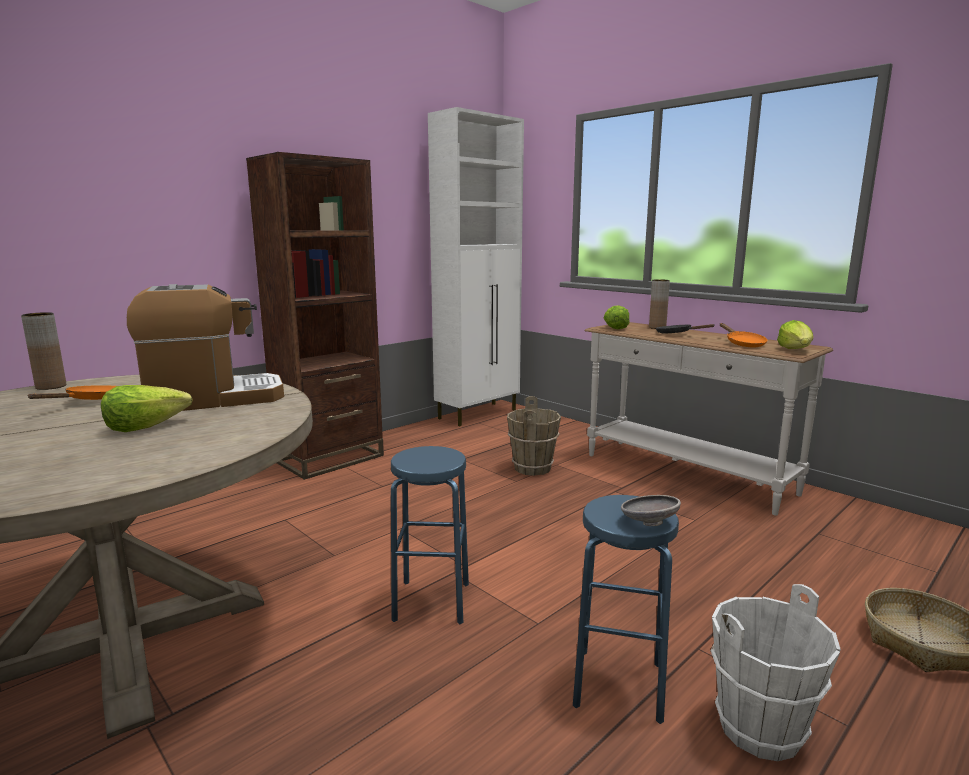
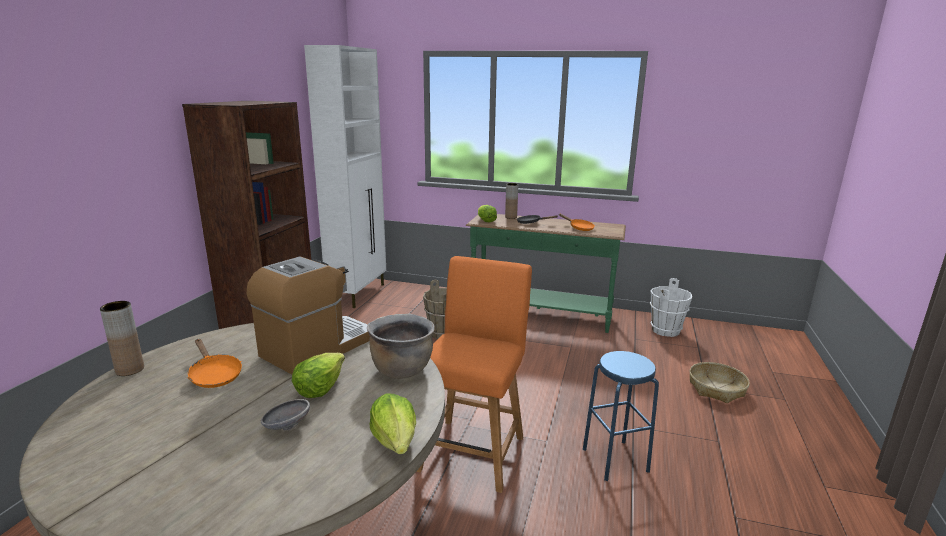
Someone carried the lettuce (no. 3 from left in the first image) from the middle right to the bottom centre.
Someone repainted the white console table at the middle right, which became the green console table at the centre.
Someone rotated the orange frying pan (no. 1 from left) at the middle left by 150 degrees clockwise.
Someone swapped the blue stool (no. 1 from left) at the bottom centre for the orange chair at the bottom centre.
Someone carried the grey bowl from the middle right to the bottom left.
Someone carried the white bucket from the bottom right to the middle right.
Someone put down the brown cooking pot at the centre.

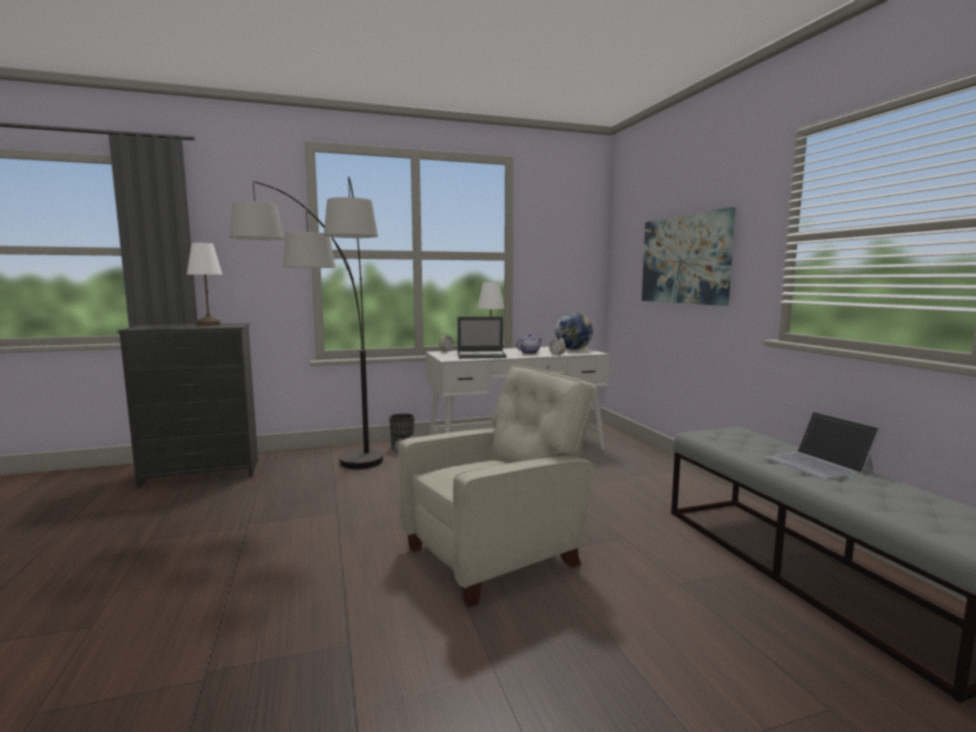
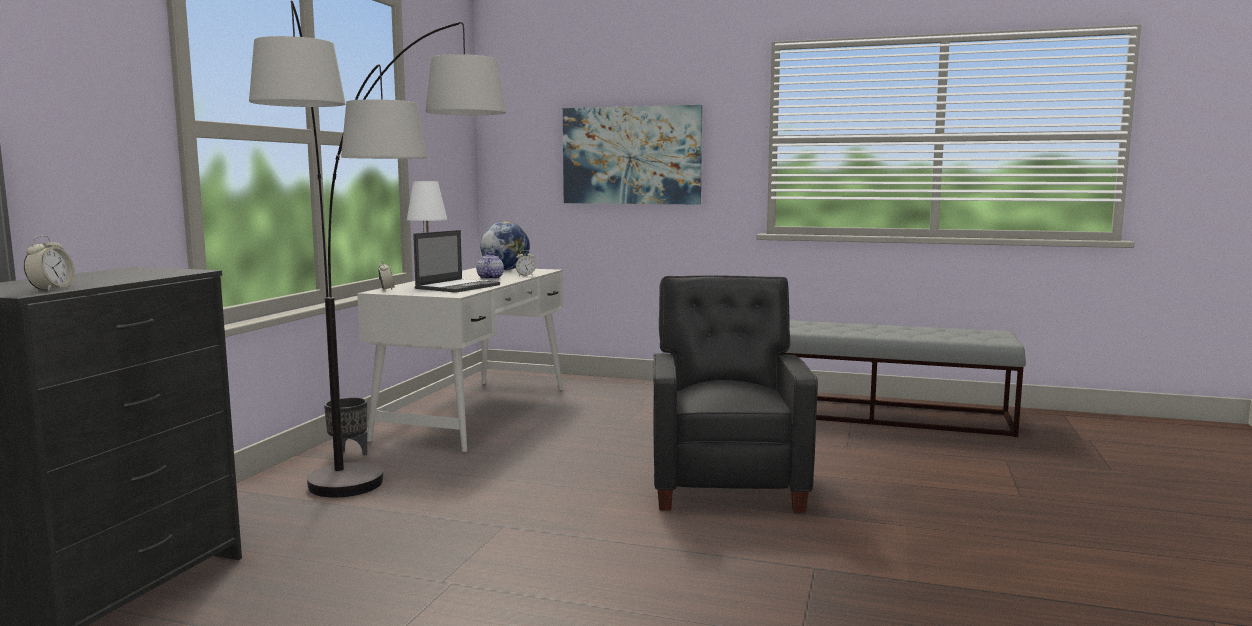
Someone took away the white table lamp (no. 1 from left) at the middle left.
Someone repainted the beige armchair at the centre, which became the black armchair at the centre.
Someone took away the laptop (no. 2 from left) at the middle right.
Someone put down the alarm clock (no. 1 from left) at the middle left.

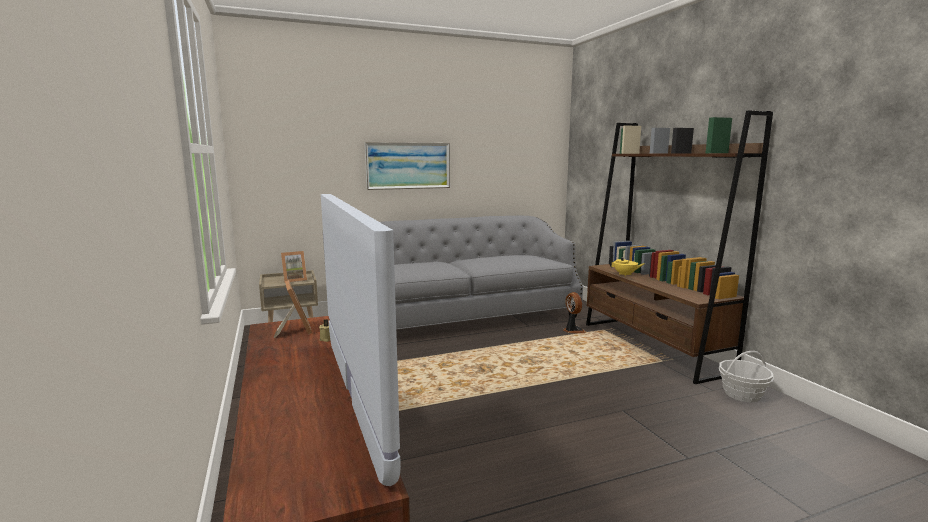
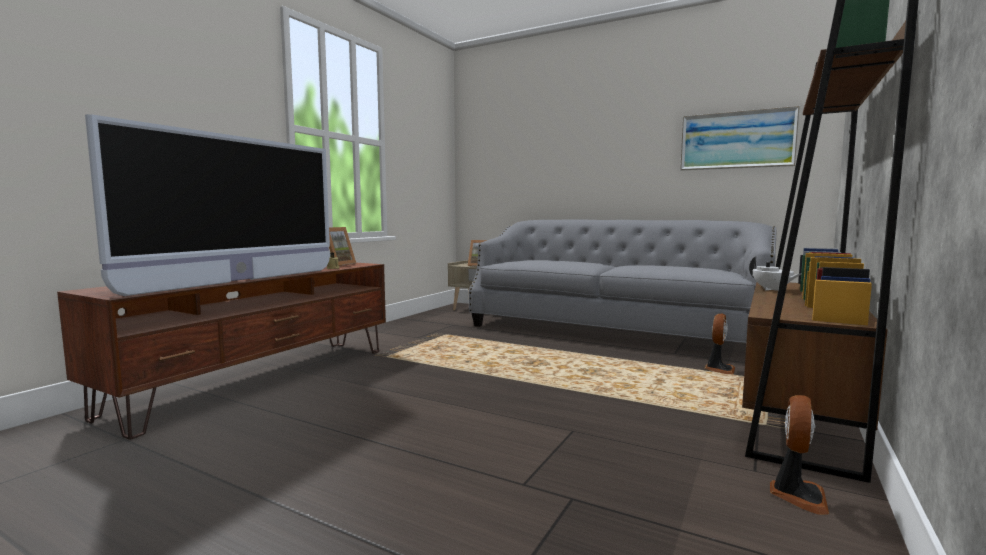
Someone carried the picture from the top centre to the top right.
Someone repainted the yellow teapot at the middle right, which became the white teapot at the middle right.
Someone swapped the basket at the bottom right for the fan (no. 2 from left) at the bottom right.

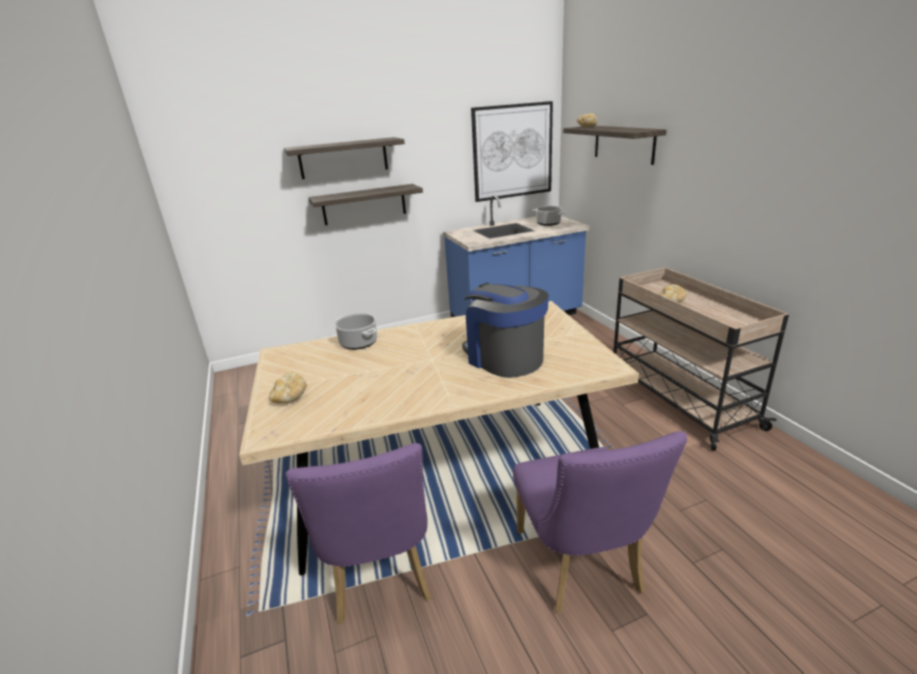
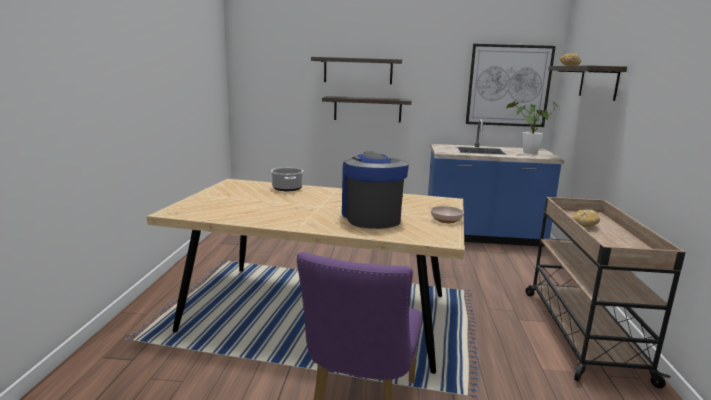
Someone swapped the cooking pot (no. 2 from left) at the top centre for the potted plant at the top right.
Someone took away the bread (no. 1 from left) at the middle left.
Someone took away the purple chair (no. 1 from left) at the bottom centre.
Someone put down the bowl at the centre.

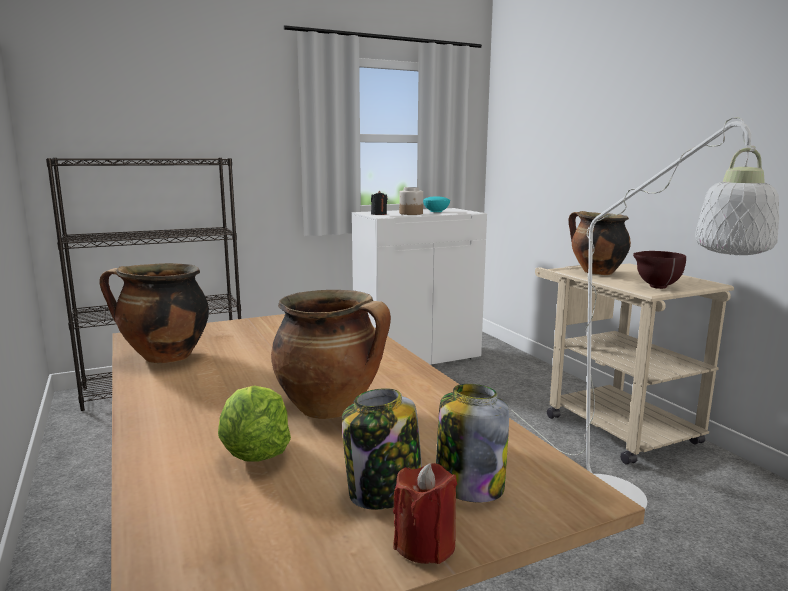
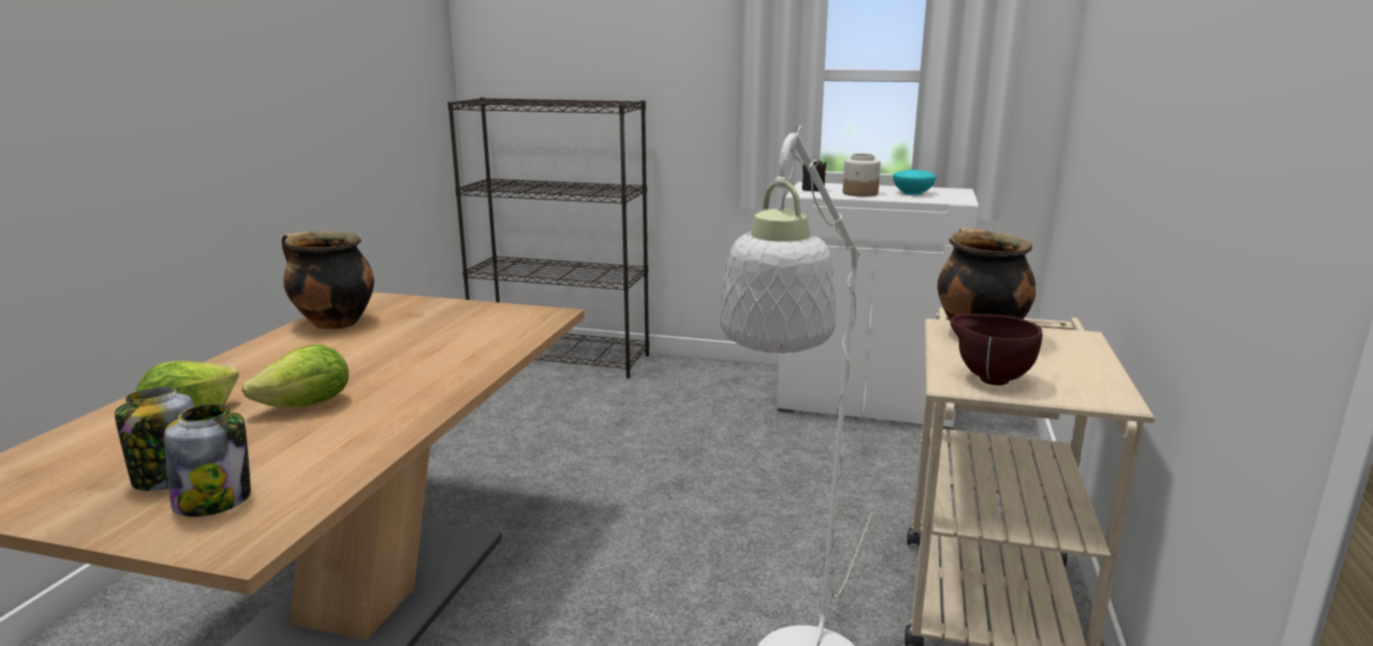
Someone swapped the cooking pot (no. 2 from left) at the centre for the lettuce (no. 2 from left) at the middle left.
Someone took away the red candle at the bottom centre.

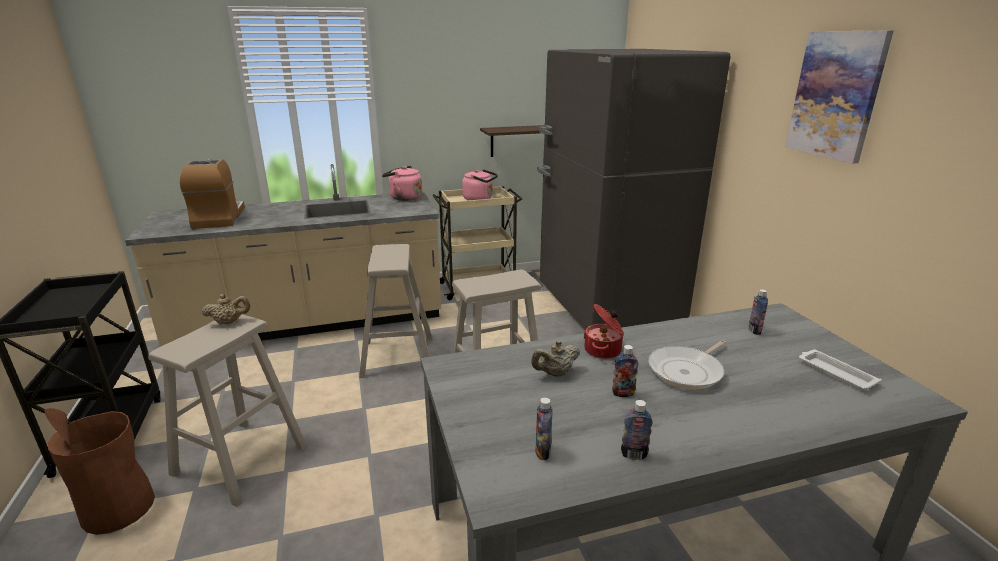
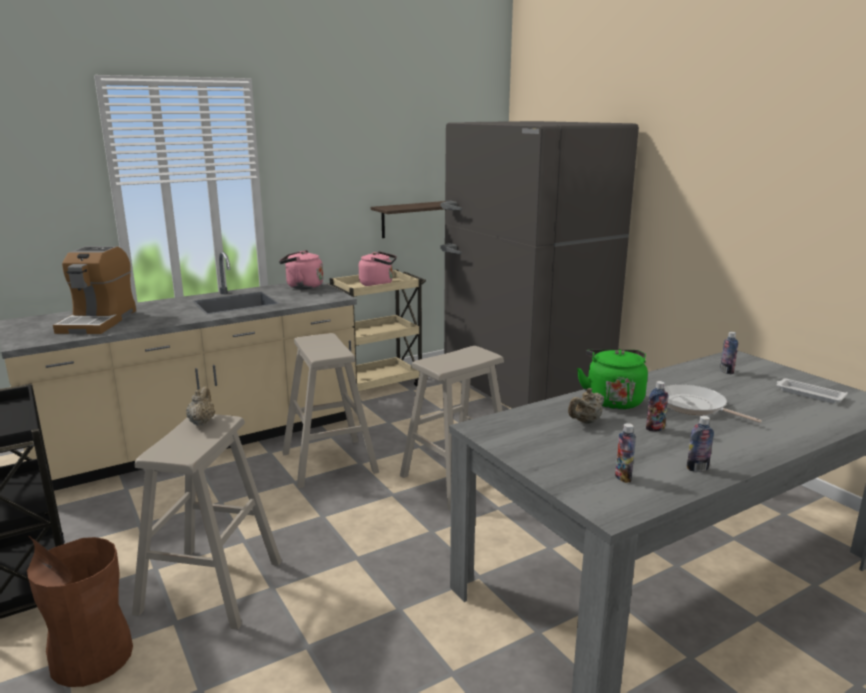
Someone took away the picture at the top right.
Someone rotated the coffee machine at the middle left by 150 degrees counterclockwise.
Someone rotated the beige teapot (no. 1 from left) at the middle left by 60 degrees counterclockwise.
Someone swapped the cooking pot at the centre for the green kettle at the middle right.
Someone rotated the frying pan at the middle right by 105 degrees clockwise.

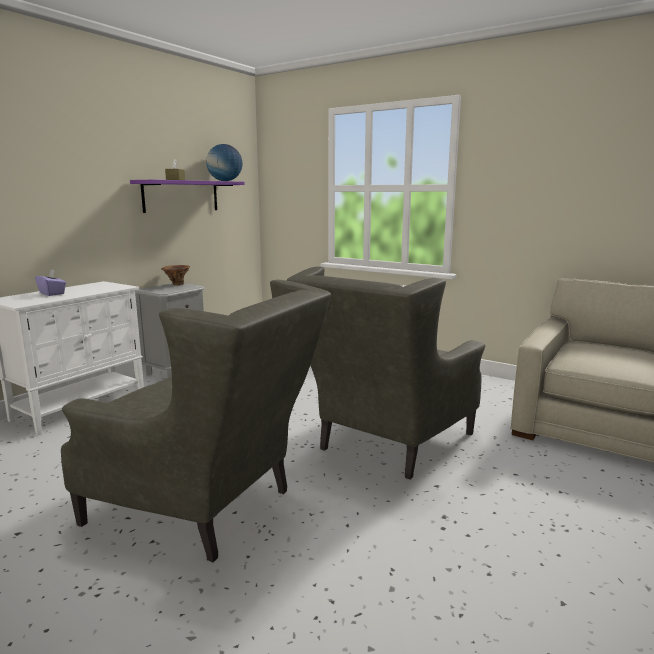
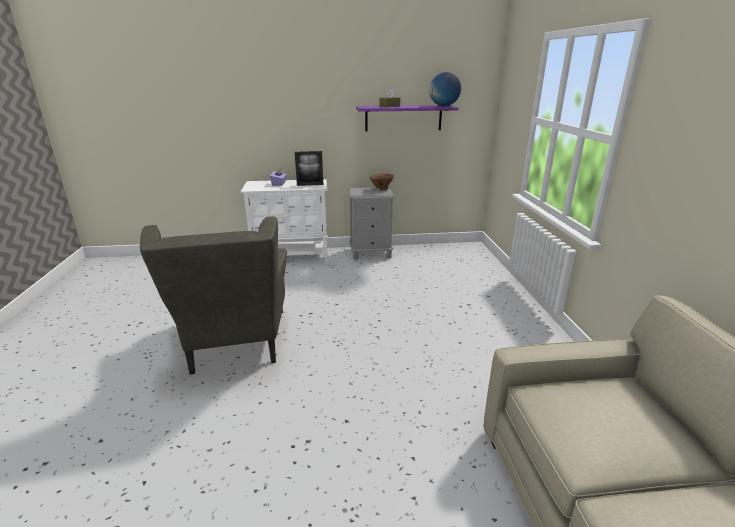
Someone took away the grey armchair (no. 2 from left) at the centre.
Someone put down the picture frame at the top centre.

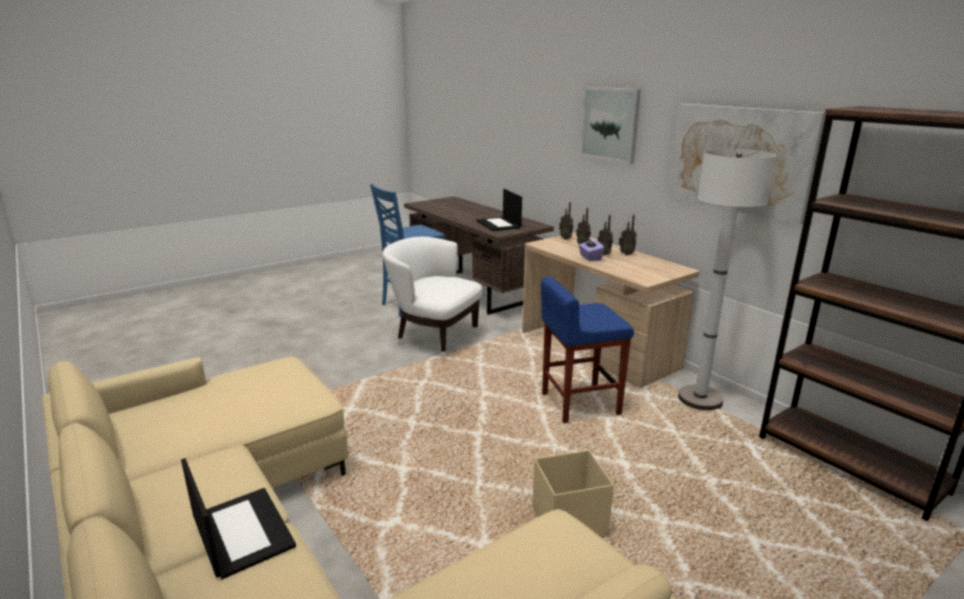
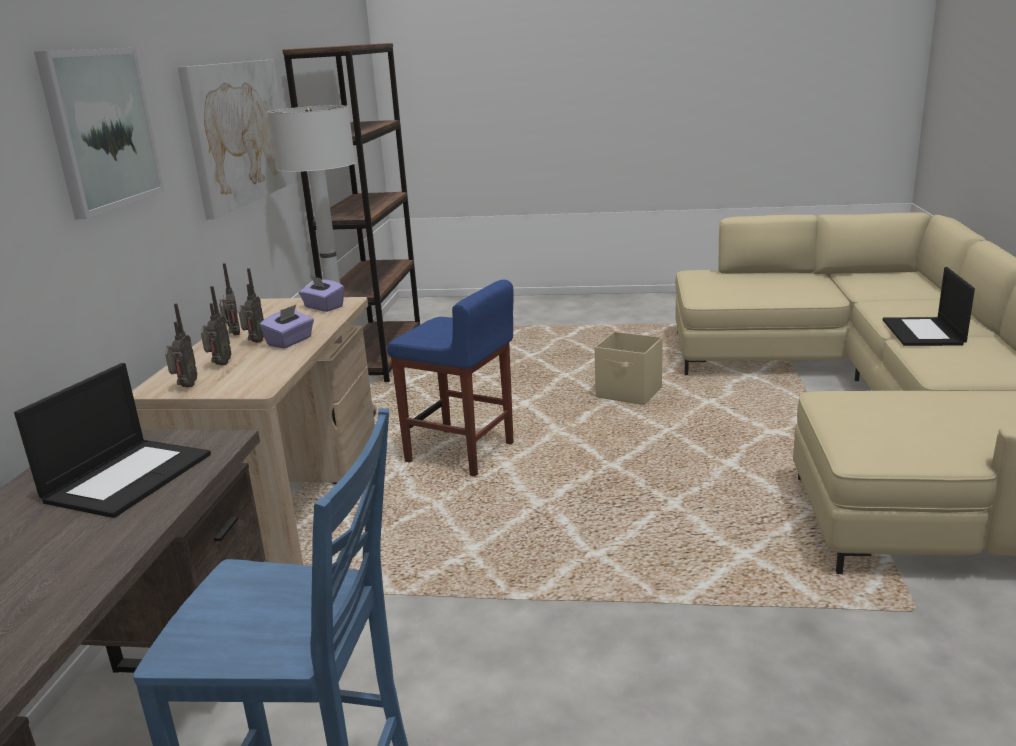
Someone took away the white armchair at the centre.
Someone put down the purple tissue box (no. 2 from left) at the middle left.

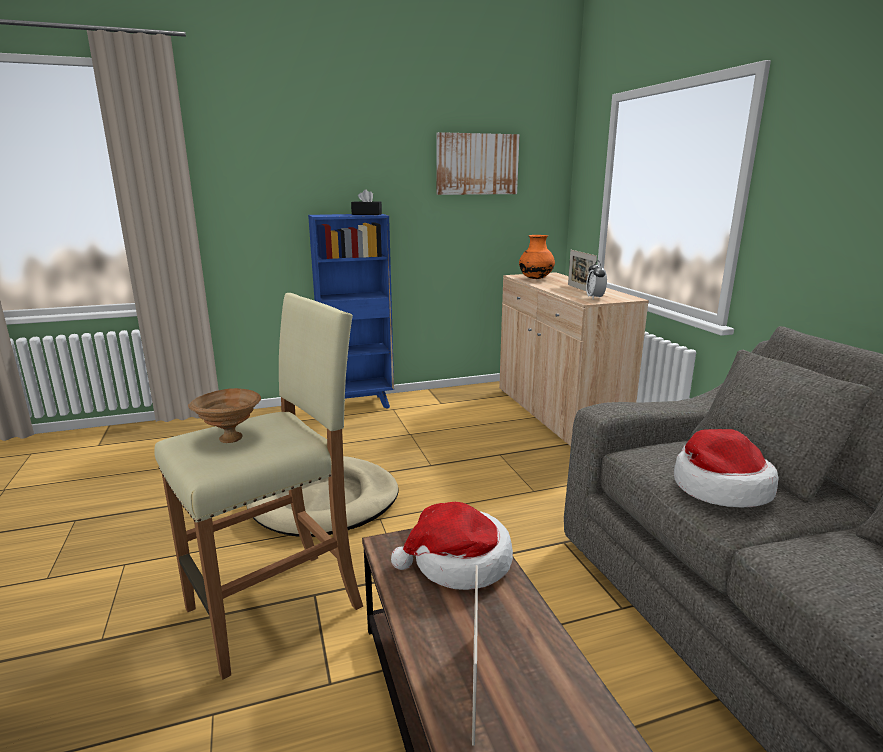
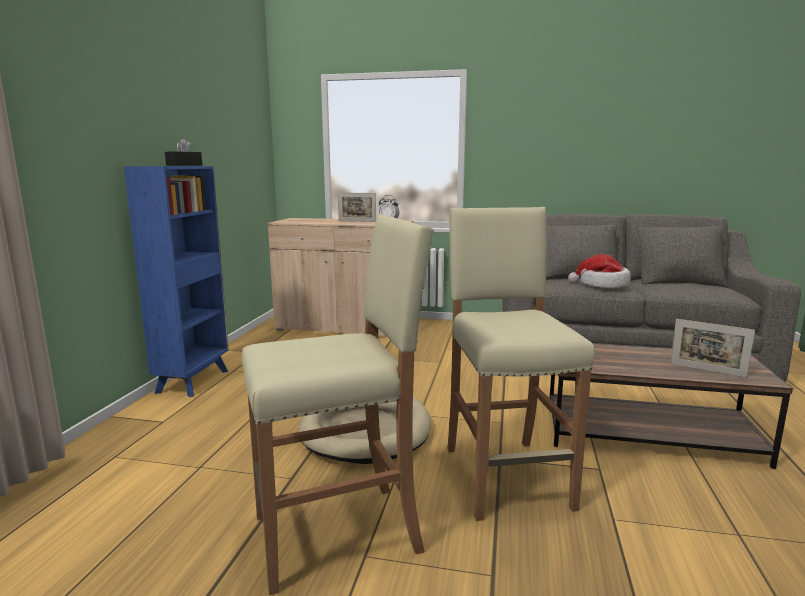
Someone took away the picture at the top centre.
Someone took away the orange vase at the centre.
Someone took away the brown bowl at the middle left.
Someone took away the hat (no. 1 from left) at the bottom centre.
Someone put down the beige stool (no. 1 from left) at the bottom centre.

